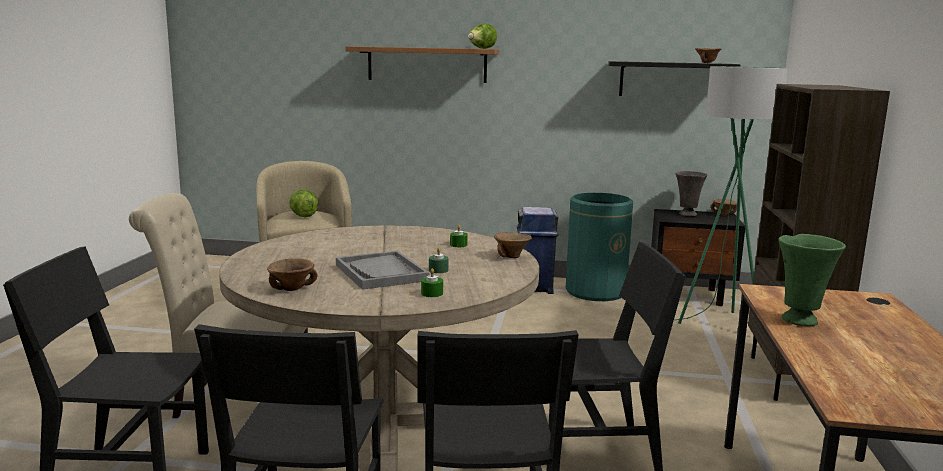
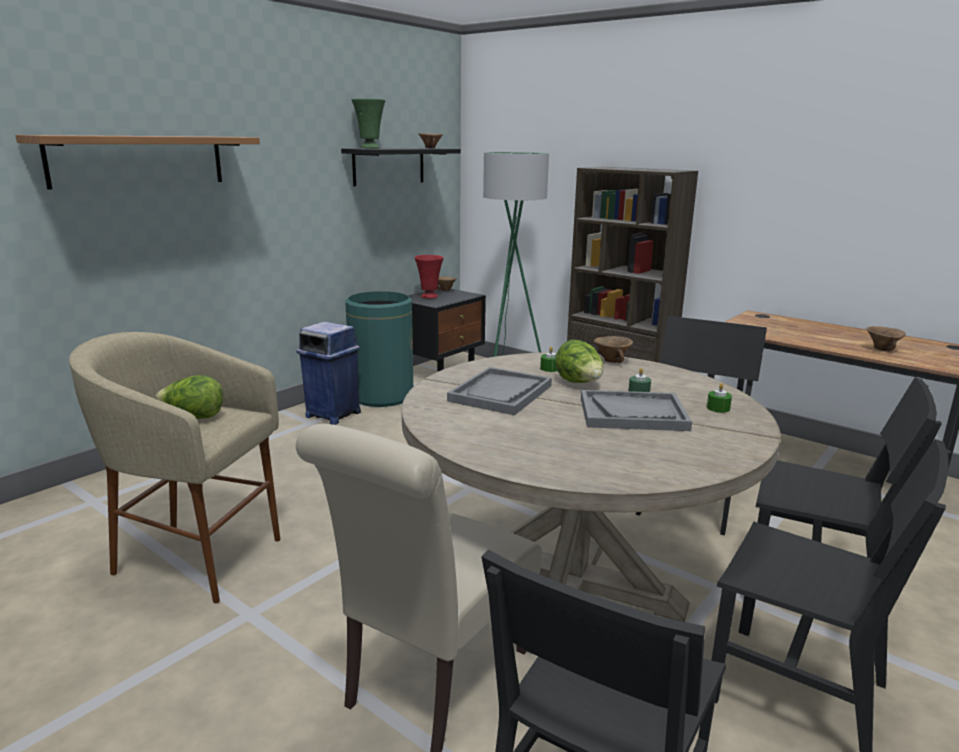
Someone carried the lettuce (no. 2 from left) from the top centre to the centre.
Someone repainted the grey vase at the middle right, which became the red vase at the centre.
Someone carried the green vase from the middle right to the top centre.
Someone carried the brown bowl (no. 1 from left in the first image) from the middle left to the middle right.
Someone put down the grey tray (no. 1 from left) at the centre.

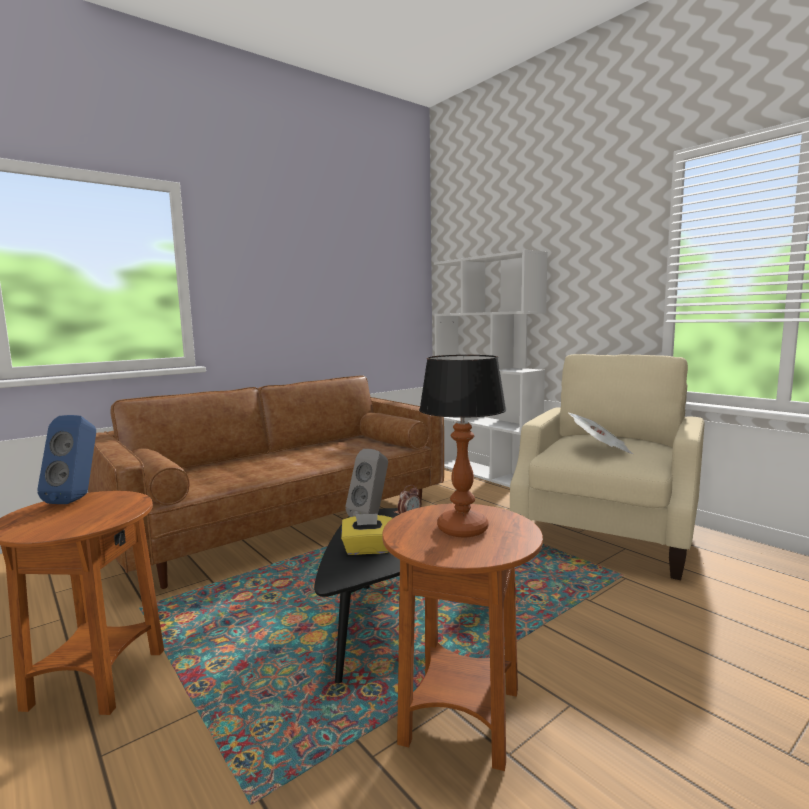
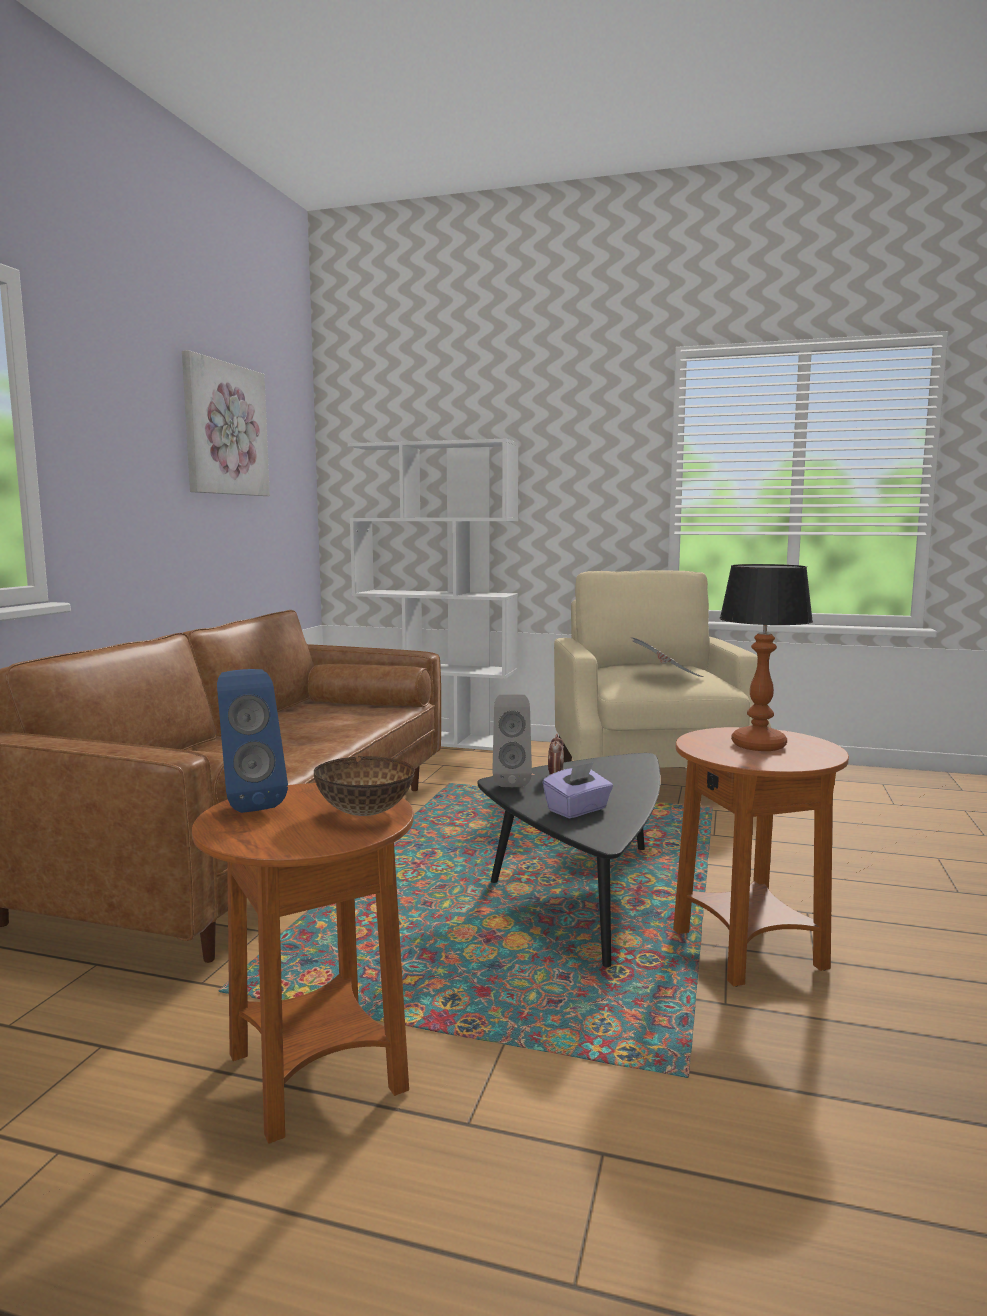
Someone repainted the yellow tissue box at the centre, which became the purple tissue box at the centre.
Someone put up the picture at the top left.
Someone put down the bowl at the centre.

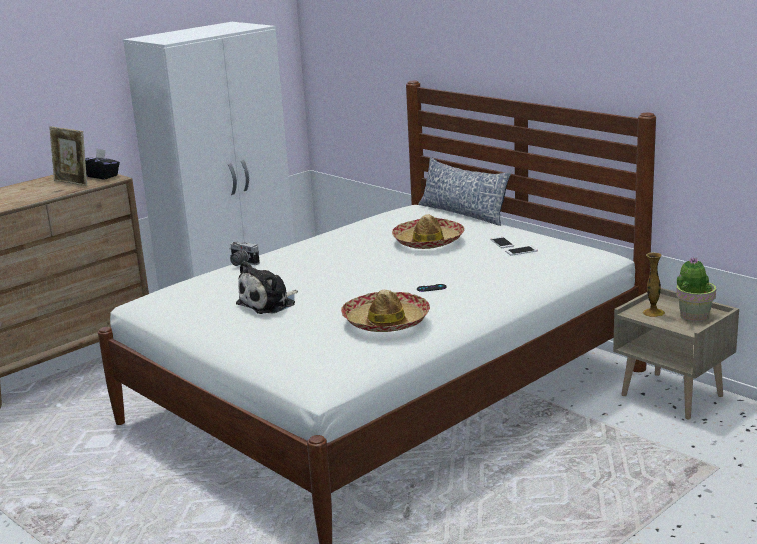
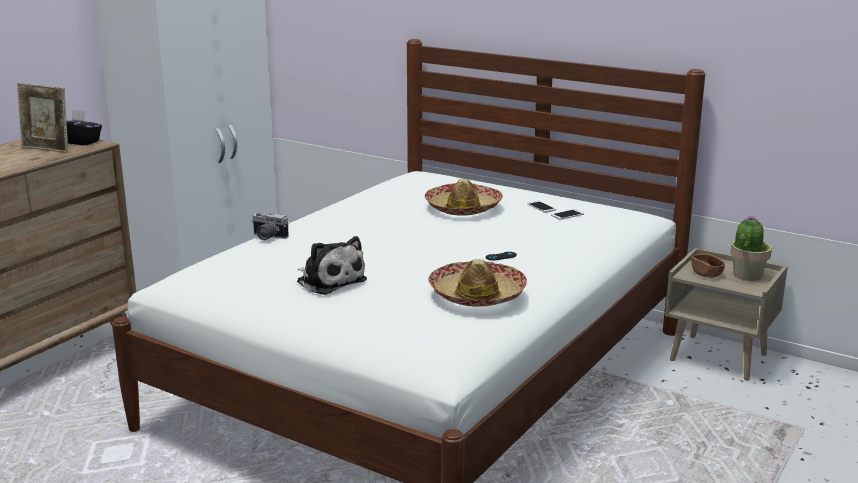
Someone took away the pillow at the centre.
Someone swapped the vase at the middle right for the brown bowl at the middle right.
Someone rotated the plush toy at the centre by 75 degrees counterclockwise.

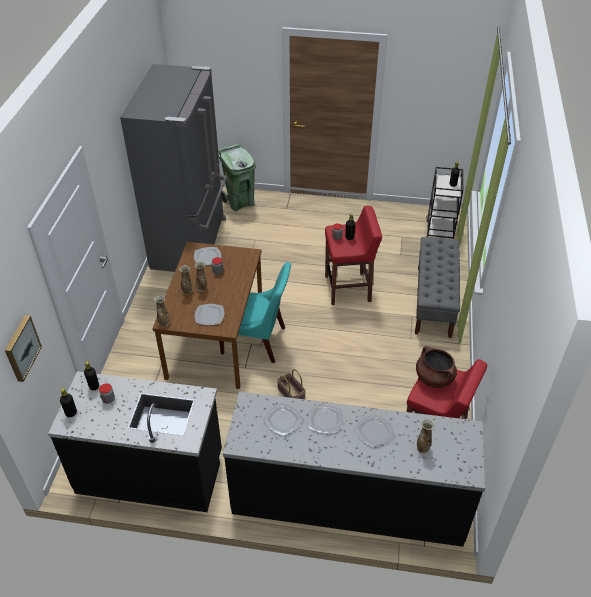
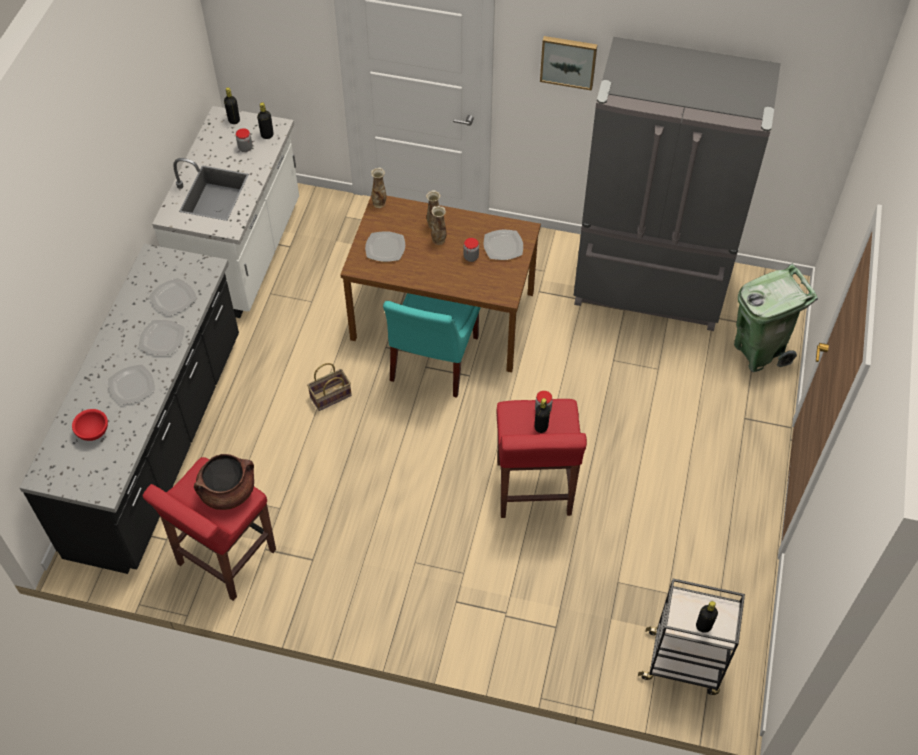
Someone took away the grey bench at the middle right.
Someone carried the picture from the middle left to the top centre.
Someone repainted the black counter (no. 1 from left) at the bottom left, which became the white counter at the top left.
Someone swapped the vase (no. 4 from left) at the bottom right for the red bowl at the middle left.

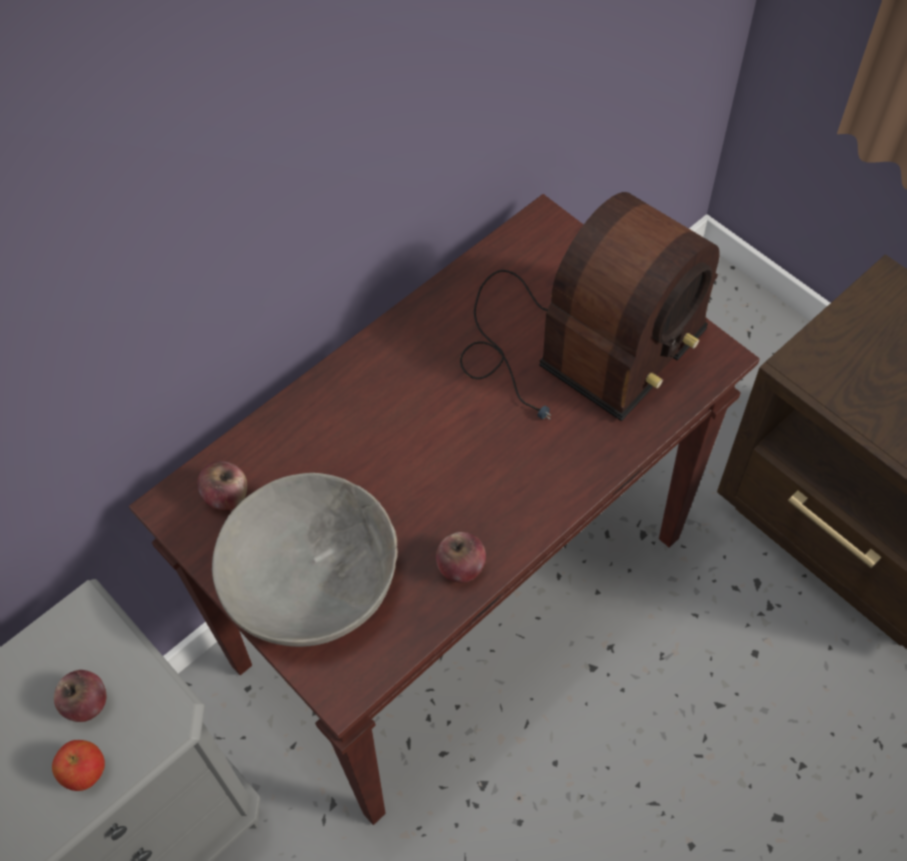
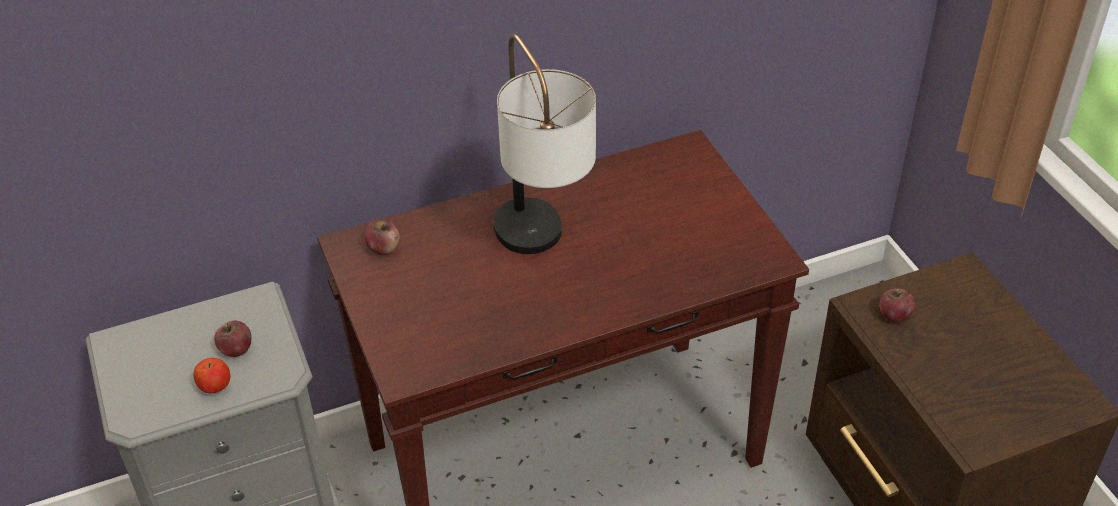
Someone took away the radio at the centre.
Someone took away the grey bowl at the centre.
Someone carried the apple (no. 4 from left) from the centre to the middle right.
Someone put down the table lamp at the top centre.

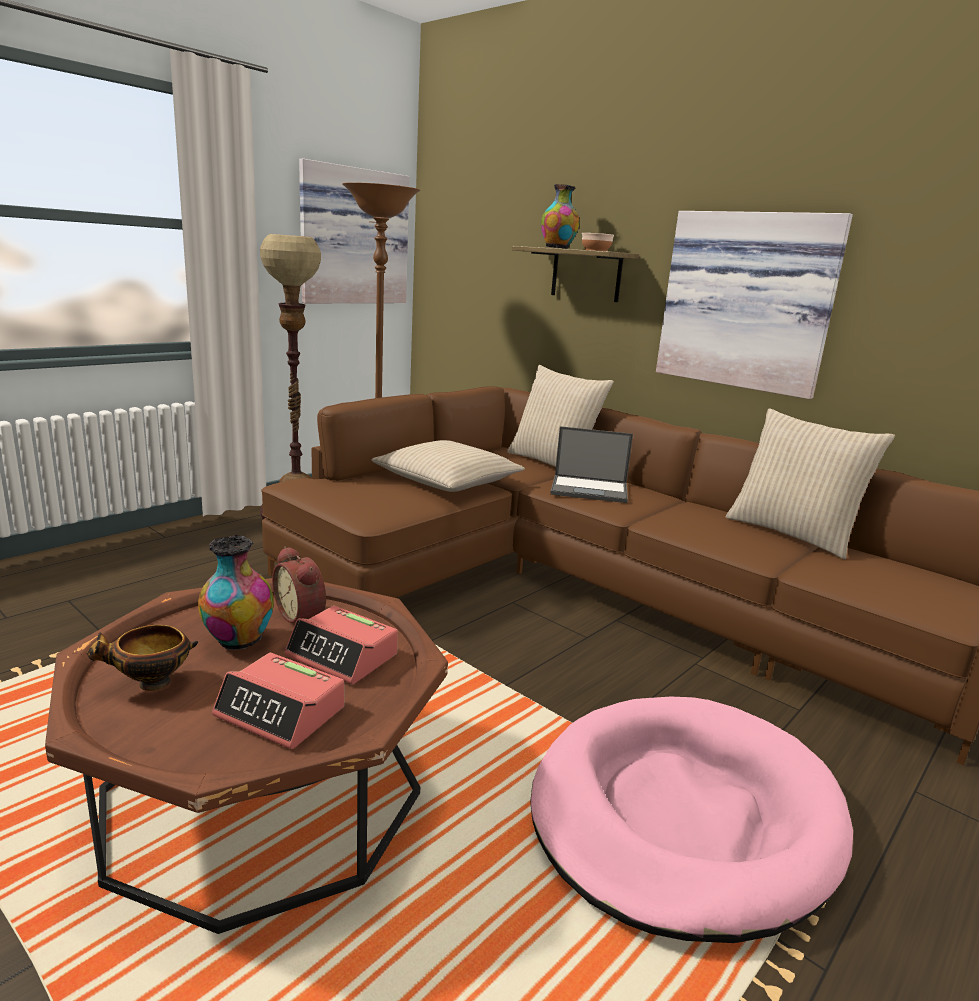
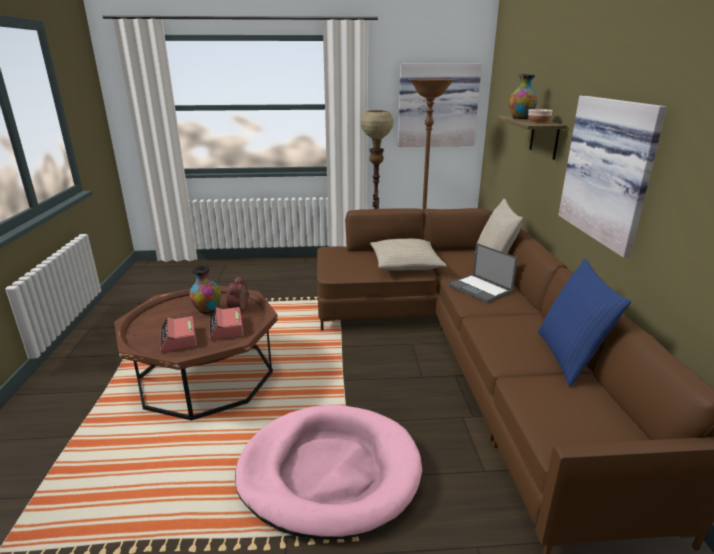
Someone repainted the beige pillow (no. 3 from left) at the middle right, which became the blue pillow at the middle right.
Someone took away the bowl (no. 1 from left) at the middle left.

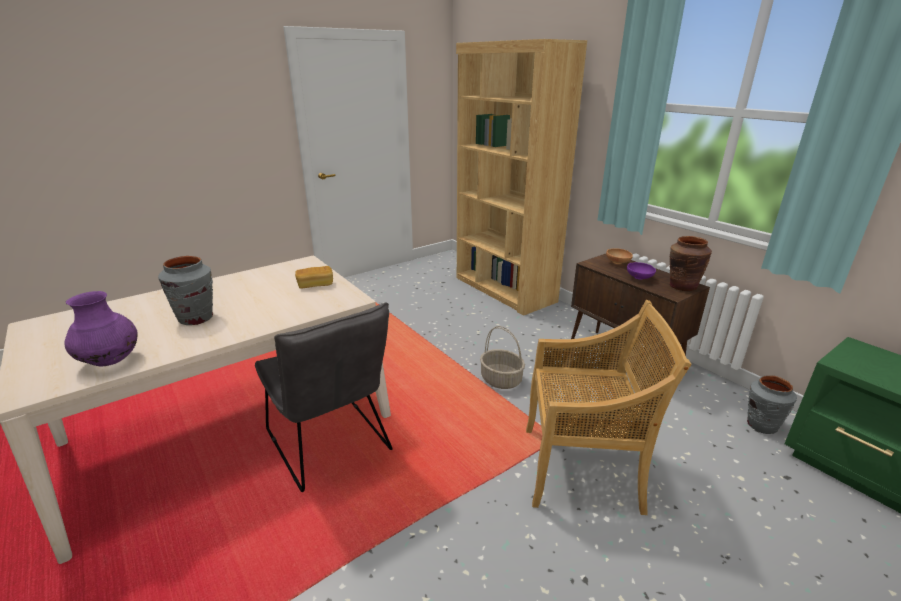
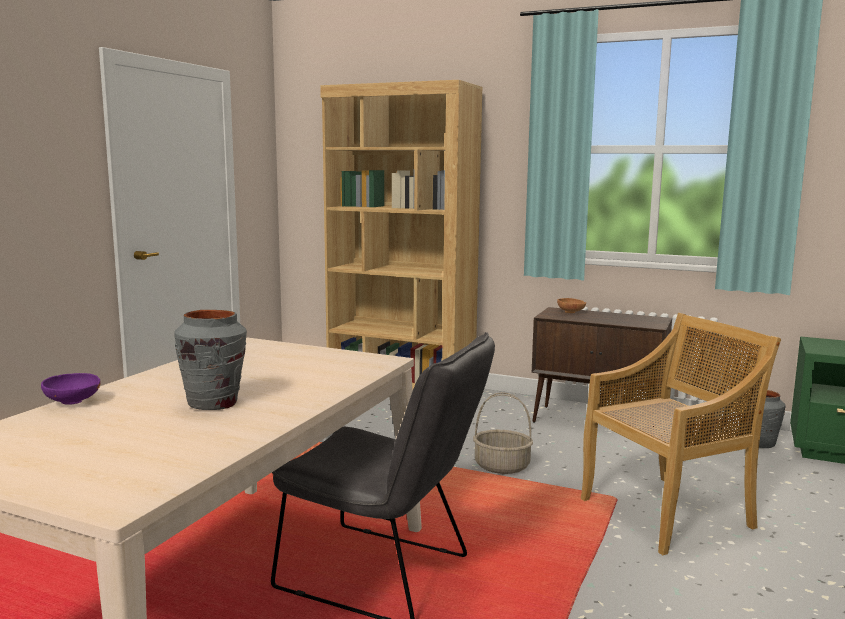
Someone took away the brown vase at the middle right.
Someone carried the purple bowl from the middle right to the middle left.
Someone took away the bread at the centre.
Someone took away the purple vase at the middle left.

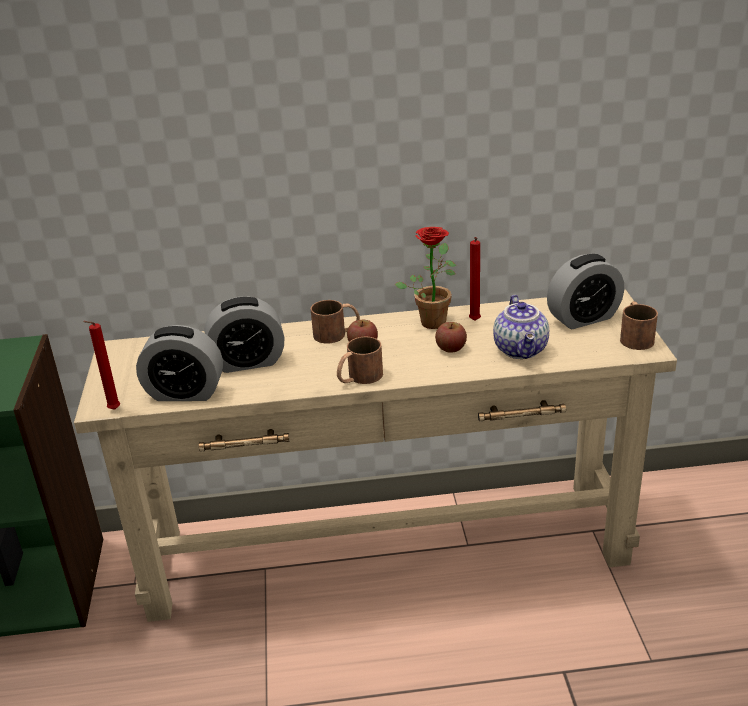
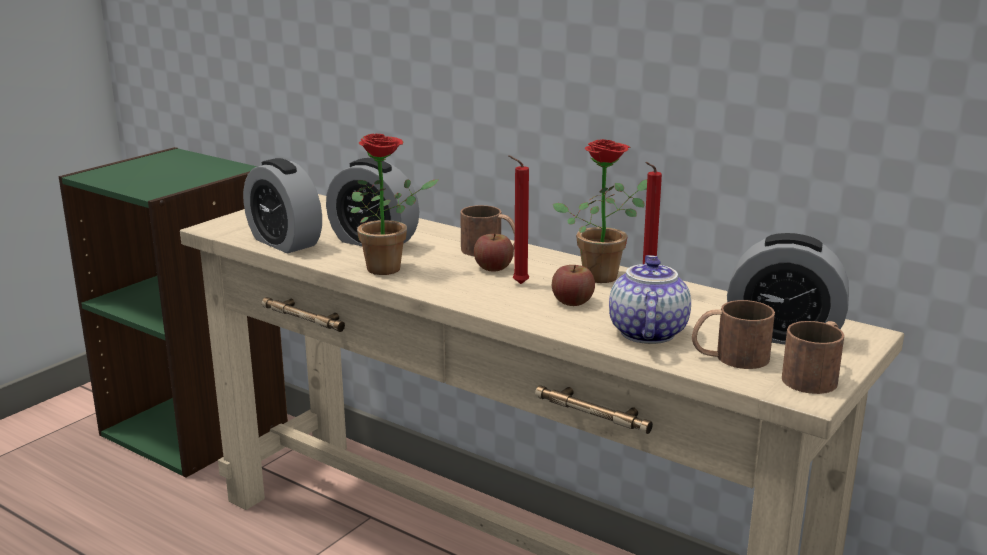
Someone rotated the teapot at the middle right by 150 degrees clockwise.
Someone carried the red candle (no. 1 from left) from the middle left to the centre.
Someone carried the brown mug (no. 2 from left) from the centre to the middle right.
Someone put down the potted plant (no. 1 from left) at the centre.

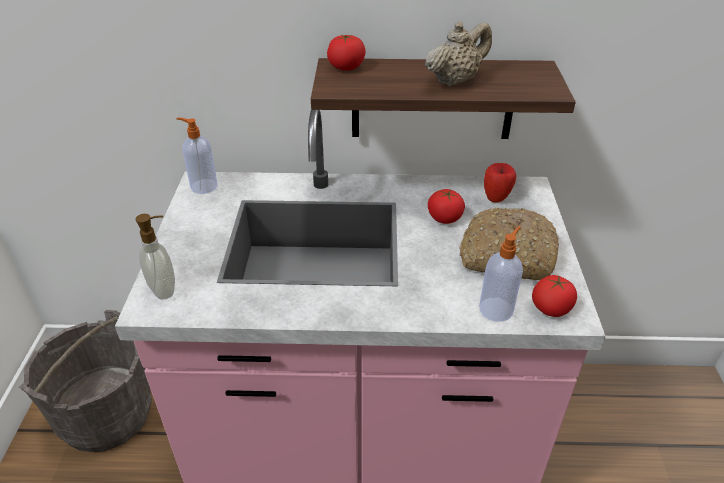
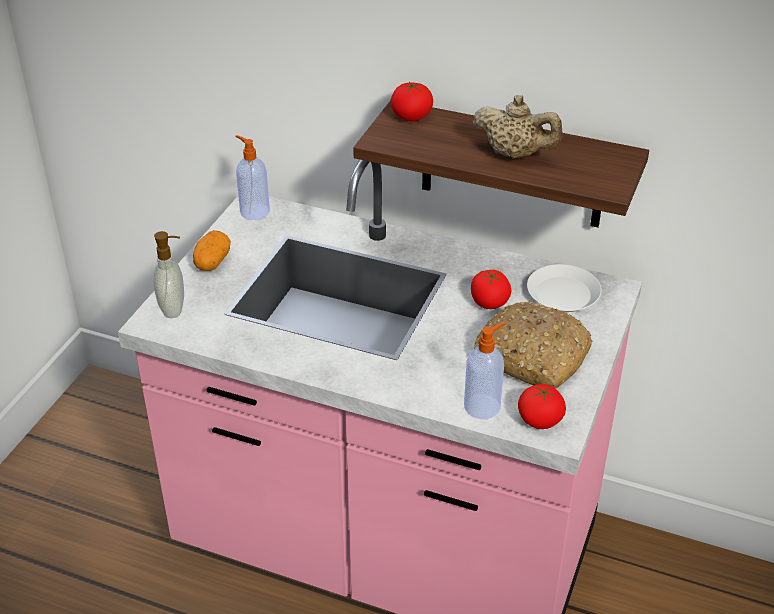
Someone rotated the beige teapot at the top centre by 45 degrees clockwise.
Someone swapped the apple at the middle right for the white plate at the middle right.
Someone took away the grey bucket at the bottom left.
Someone put down the potato at the middle left.

